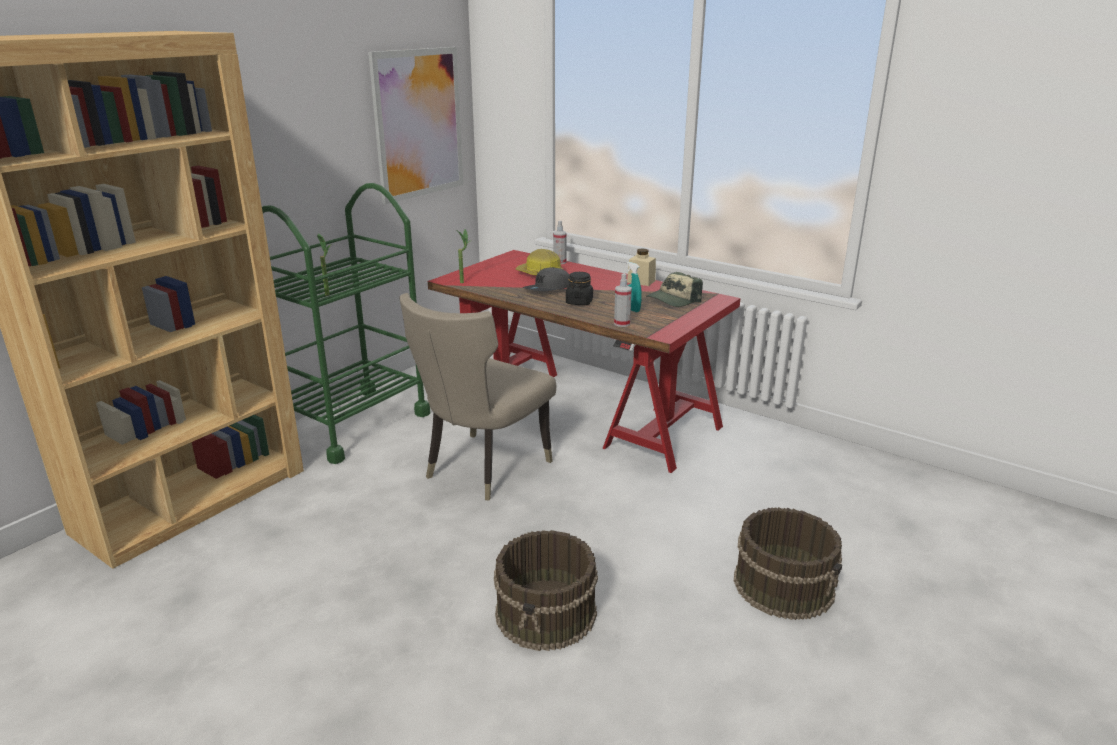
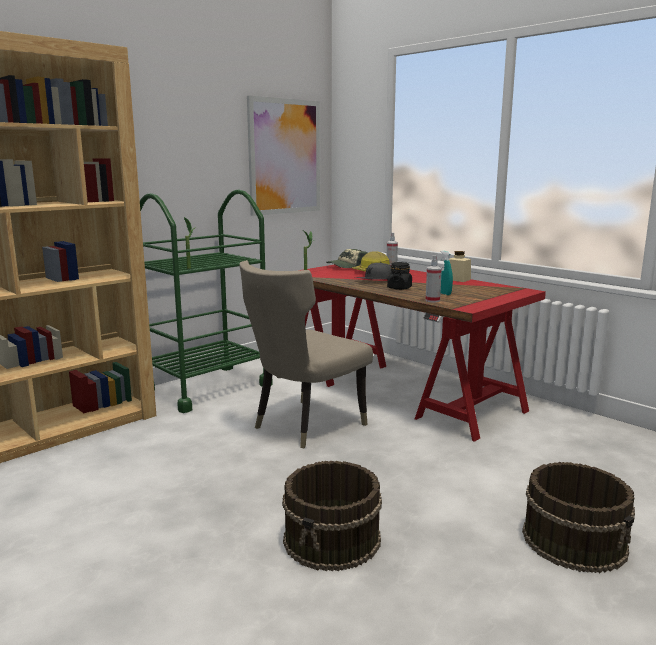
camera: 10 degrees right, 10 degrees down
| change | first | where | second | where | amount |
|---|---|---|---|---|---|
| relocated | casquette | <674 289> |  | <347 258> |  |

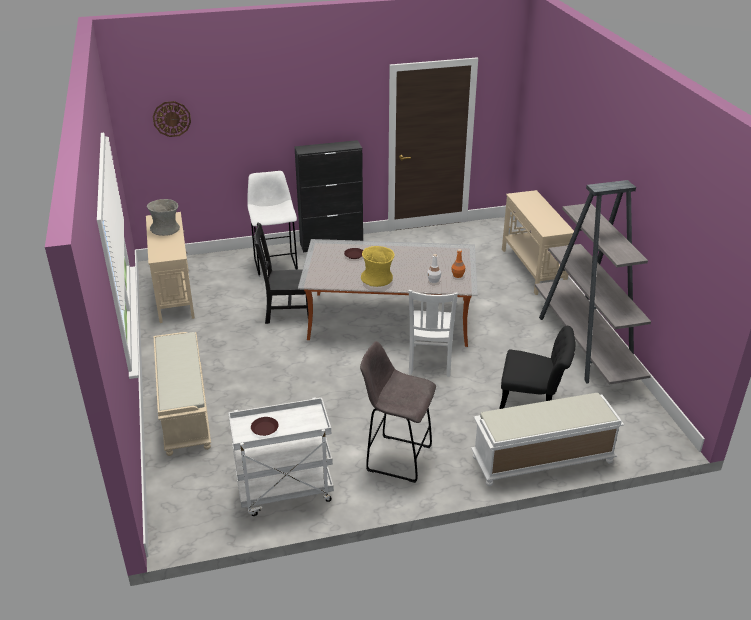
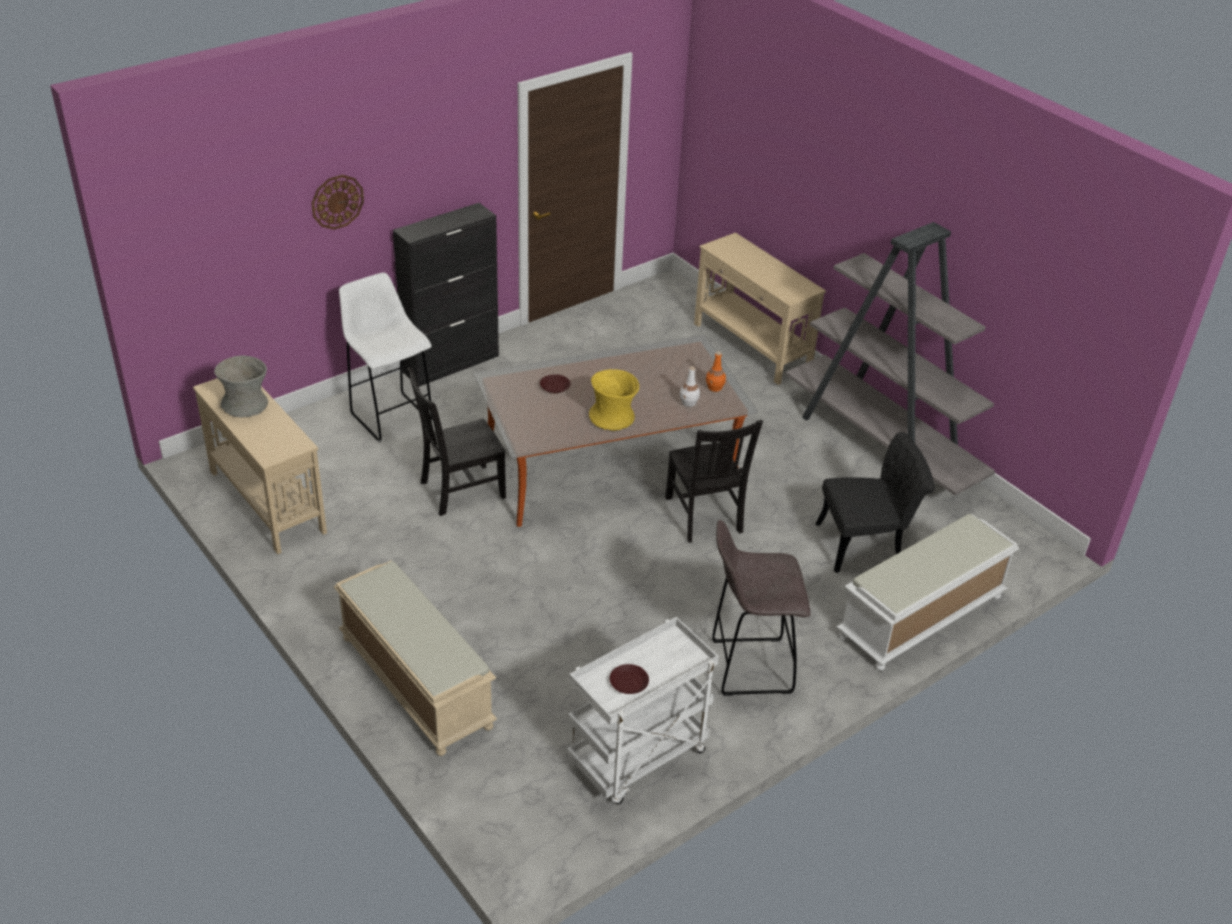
camera: 25 degrees left, 5 degrees up
| change | first | where | second | where | amount |
|---|---|---|---|---|---|
| relocated | horloge murale | <172 119> |  | <337 202> |  |
| colour | chaise [blanc] | <433 333> | chaise [noir] | <714 481> |  |

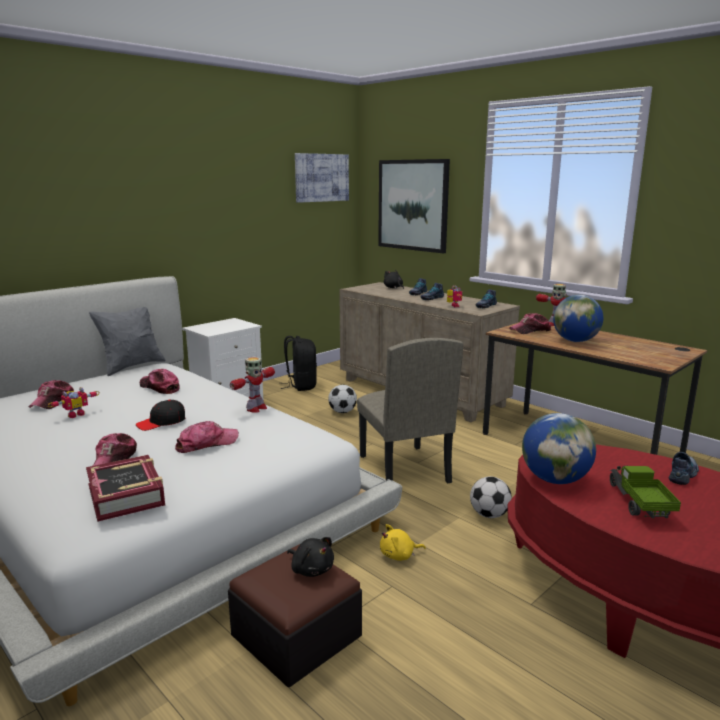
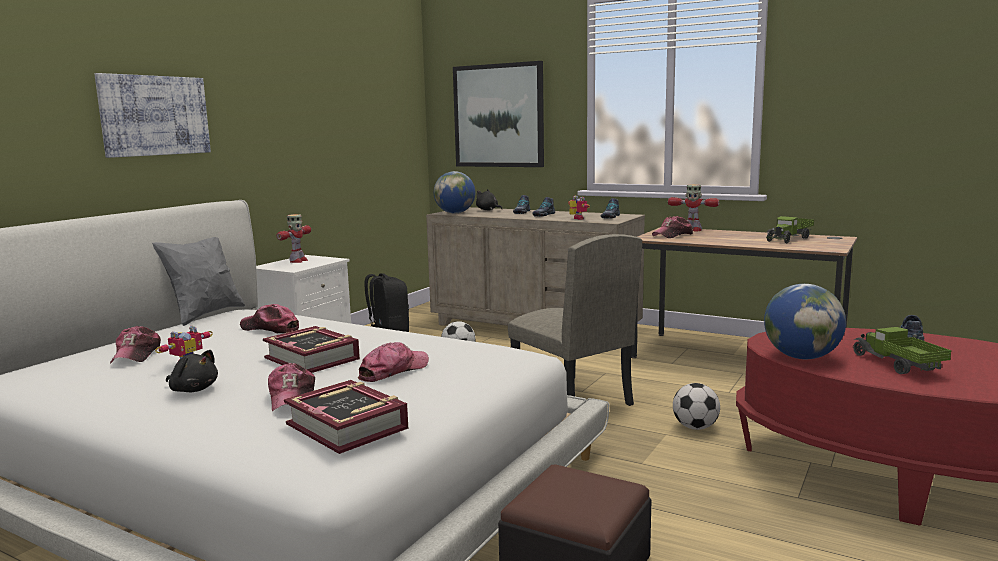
camera: 15 degrees left, 5 degrees down
| change | first | where | second | where | amount |
|---|---|---|---|---|---|
| exchanged | casquette [noir] | <160 415> | livre | <311 349> |  |
| relocated | robot jouet | <252 385> |  | <293 238> |  |
| relocated | peluche [noir] | <310 557> |  | <192 371> |  |
| relocated | tableau | <322 178> |  | <152 115> |  |
| missing | peluche [jaune] | <403 542> |  |  |  |
| relocated | globe | <578 318> |  | <454 192> |  |
| appeared |  |  | camion jouet | <790 229> |  |

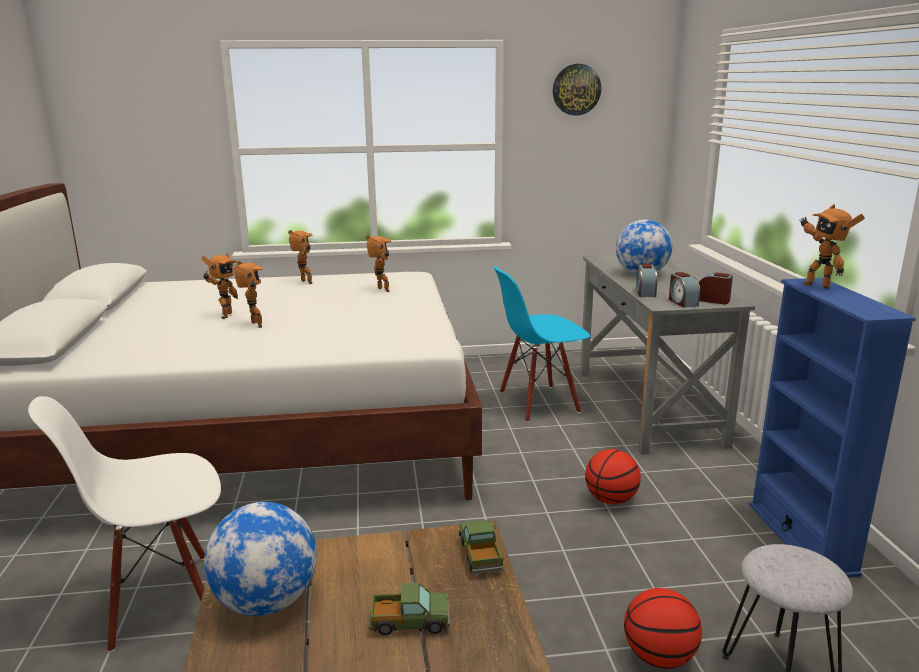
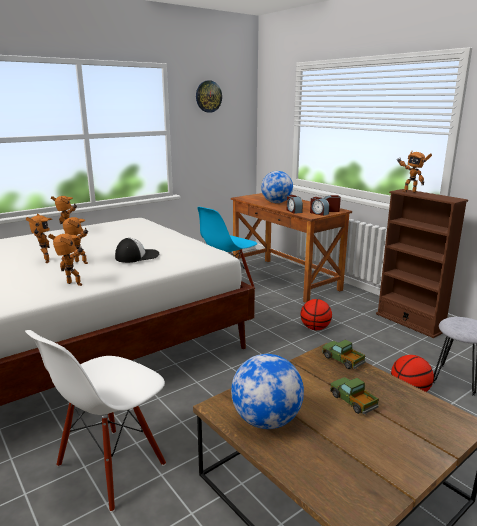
camera: 30 degrees left, 0 degrees up
| change | first | where | second | where | amount |
|---|---|---|---|---|---|
| relocated | robot jouet | <378 263> |  | <65 260> |  |
| spun | camion jouet | <409 609> |  | <354 396> | 90 degrees counterclockwise |
| colour | bureau [gris] | <667 355> | bureau [marron] | <291 248> |  |
| colour | bibliothèque [bleu] | <832 428> | bibliothèque [marron] | <422 263> |  |
| appeared |  |  | casquette | <137 250> |  |

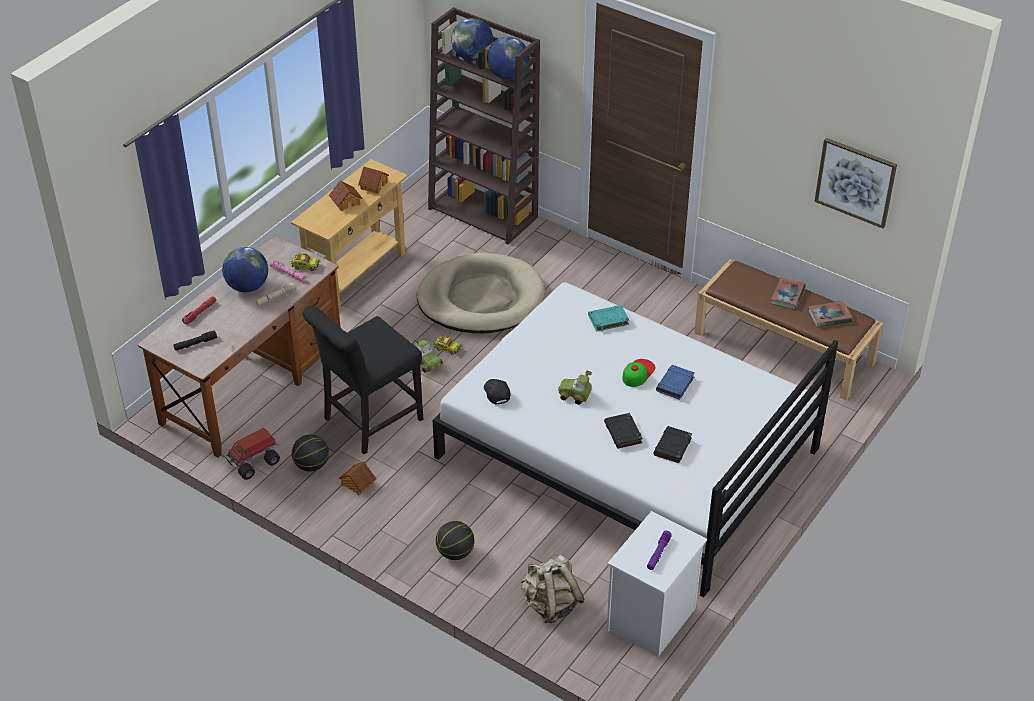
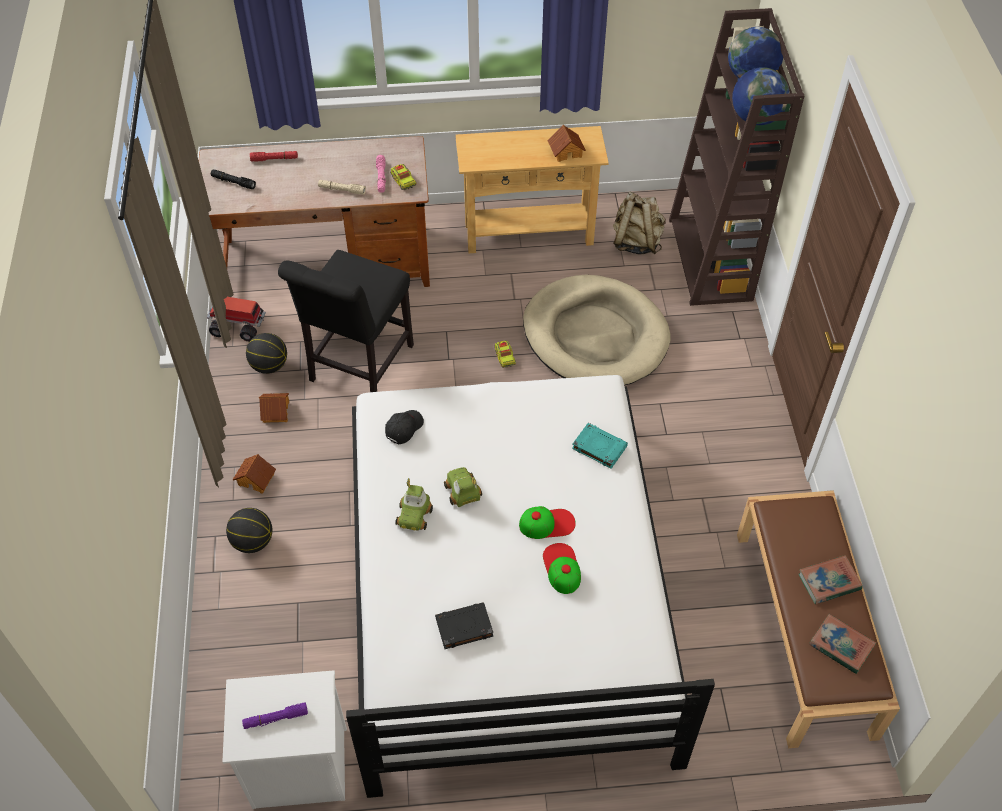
camera: 50 degrees right, 10 degrees up
| change | first | where | second | where | amount |
|---|---|---|---|---|---|
| missing | globe | <245 269> |  |  |  |
| spun | chaise [noir] | <362 379> |  | <346 321> | 75 degrees counterclockwise |
| relocated | maison miniature | <346 195> |  | <254 474> |  |
| relocated | petite voiture | <428 356> |  | <414 504> |  |
| relocated | sac à dos [beige] | <552 589> |  | <639 223> |  |
| missing | livre [noir] | <623 431> |  |  |  |
| exchanged | livre [bleu] | <675 382> | casquette | <562 568> |  |
| missing | tableau | <855 183> |  |  |  |

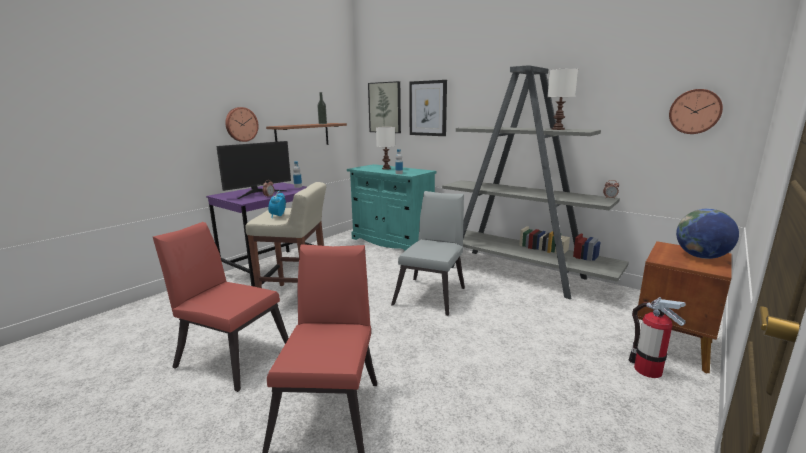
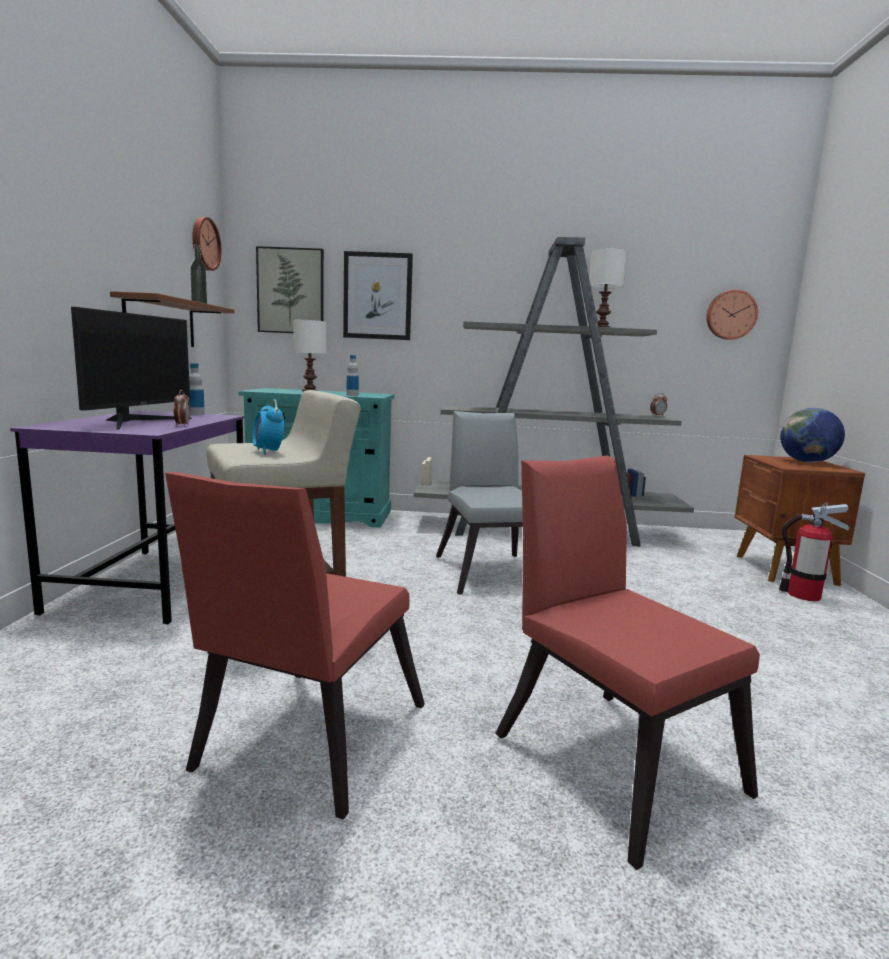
camera: 35 degrees left, 5 degrees down
| change | first | where | second | where | amount |
|---|---|---|---|---|---|
| spun | chaise [rouge] | <221 307> |  | <295 645> | 60 degrees counterclockwise |
| relocated | horloge murale | <242 124> |  | <206 244> |  |

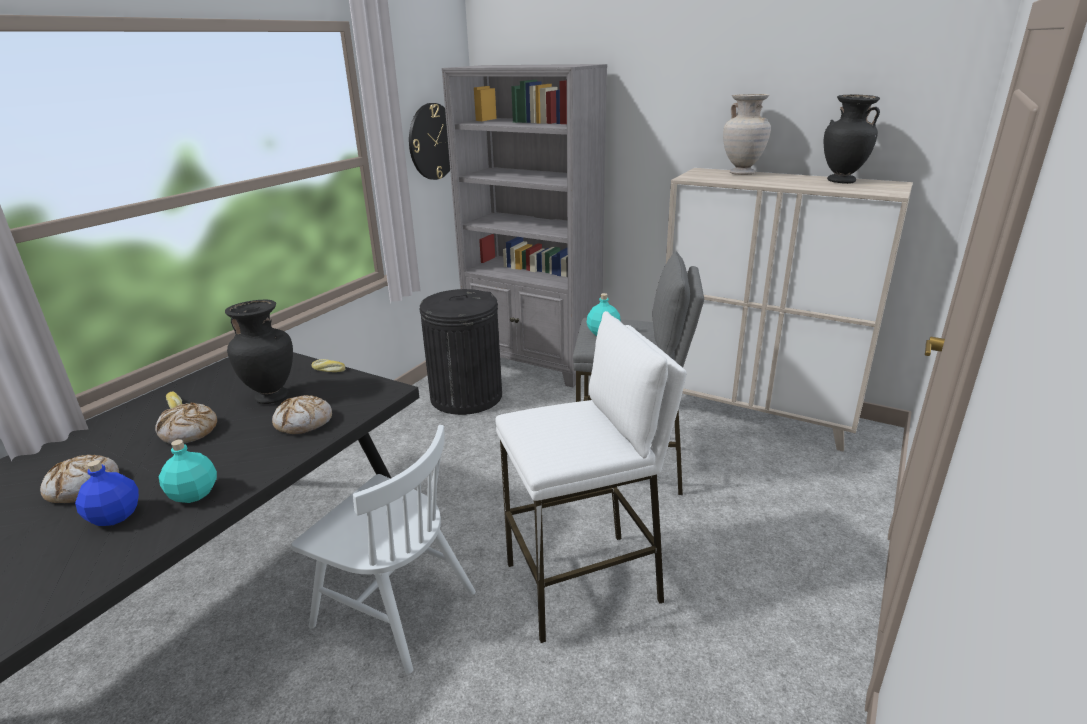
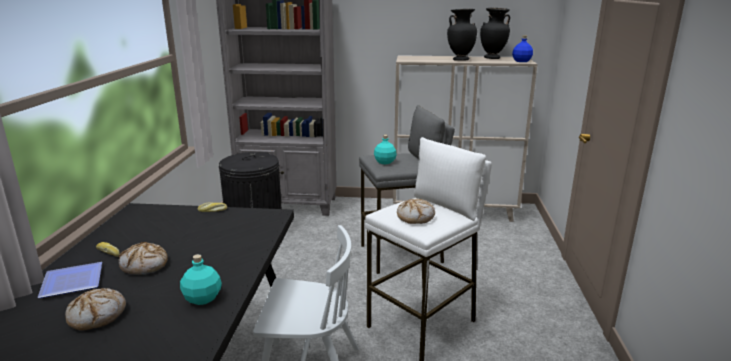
camera: 25 degrees left, 5 degrees down
| change | first | where | second | where | amount |
|---|---|---|---|---|---|
| relocated | bouteille [bleu] | <107 493> |  | <522 49> |  |
| relocated | vase [noir] | <259 352> |  | <462 35> |  |
| relocated | pain | <302 414> |  | <416 211> |  |
| missing | horloge murale | <429 141> |  |  |  |
| missing | vase [beige] | <747 134> |  |  |  |
| appeared |  |  | assiette | <69 280> |  |

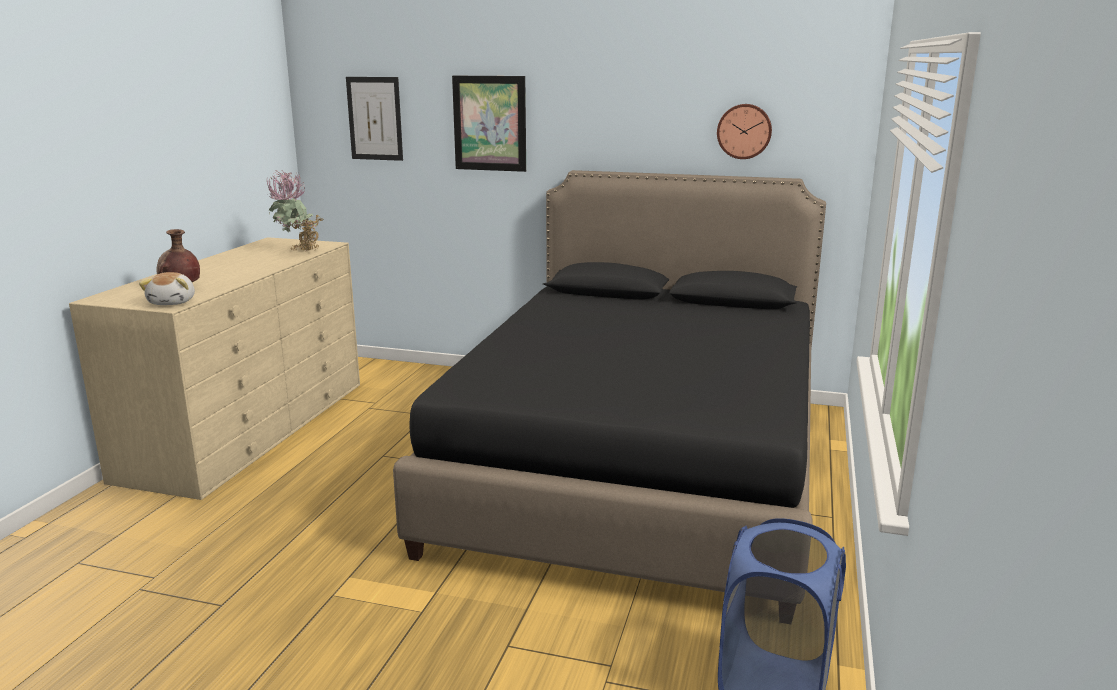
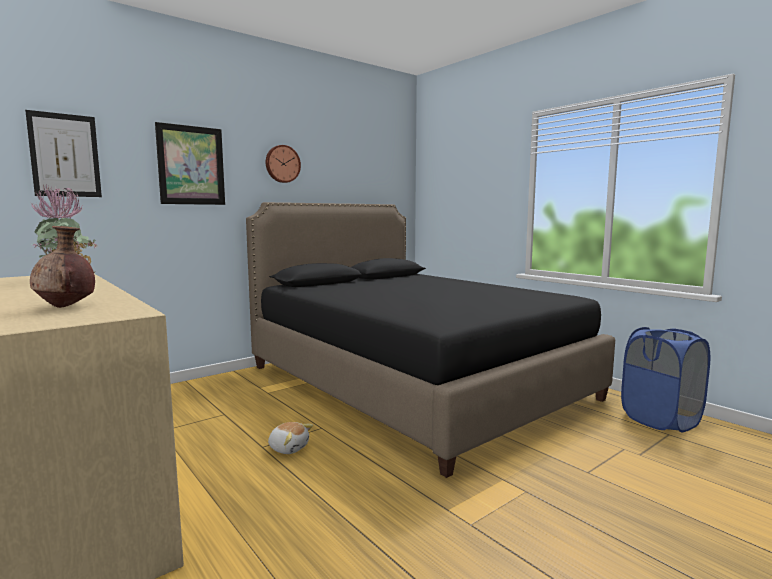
camera: 55 degrees left, 10 degrees down
| change | first | where | second | where | amount |
|---|---|---|---|---|---|
| relocated | peluche | <167 288> |  | <290 438> |  |
| relocated | horloge murale | <744 131> |  | <283 164> |  |

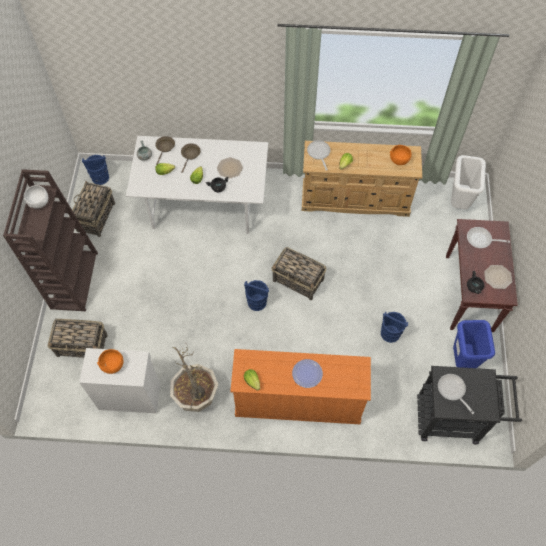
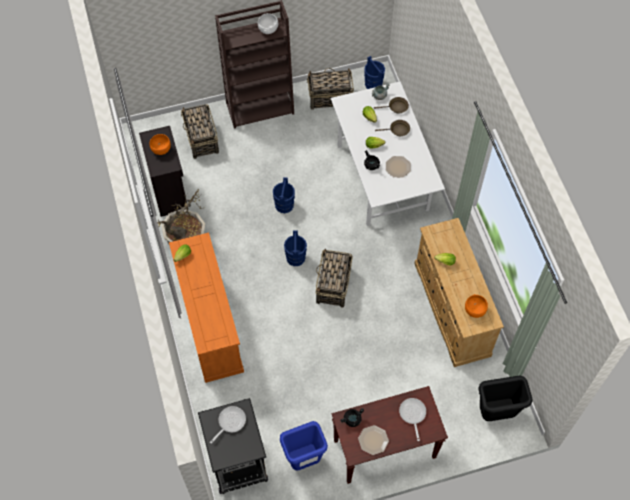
camera: 70 degrees right, 0 degrees up
| change | first | where | second | where | amount |
|---|---|---|---|---|---|
| colour | meuble de rangement [blanc] | <119 380> | meuble de rangement [noir] | <165 171> |  |
| missing | assiette | <307 373> |  |  |  |
| missing | poêle | <318 156> |  |  |  |
| relocated | seau [bleu] | <394 327> |  | <284 195> |  |
| colour | poubelle [blanc] | <468 182> | poubelle [noir] | <506 398> |  |

